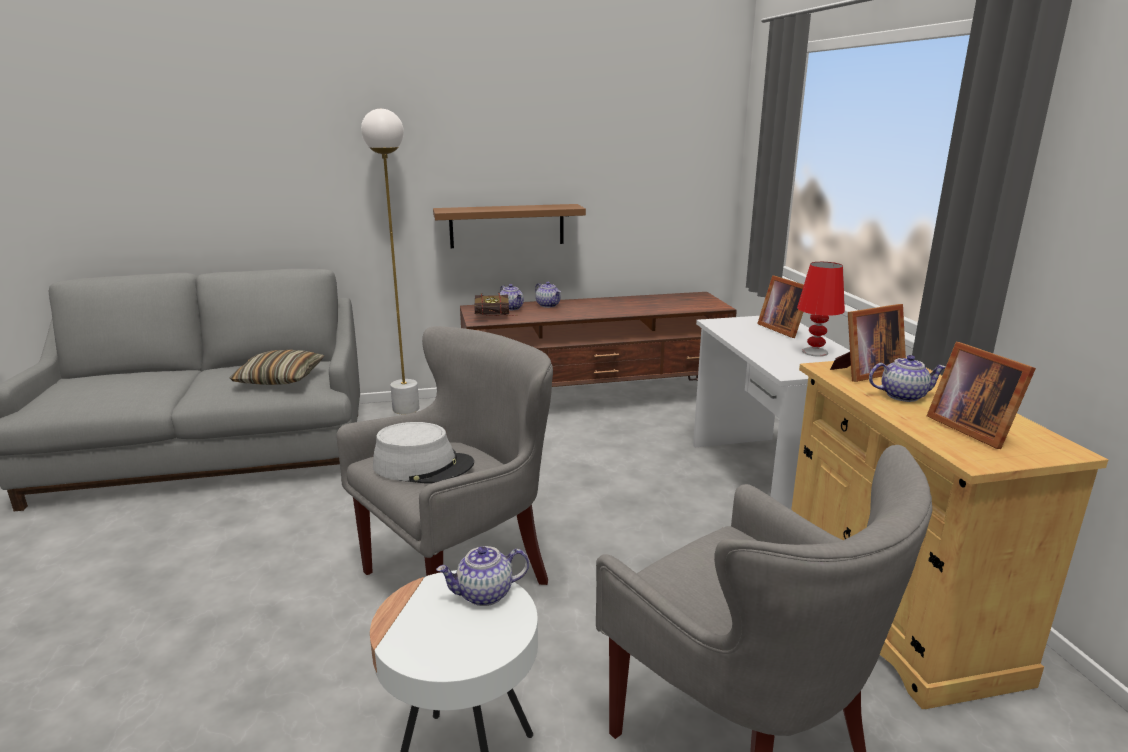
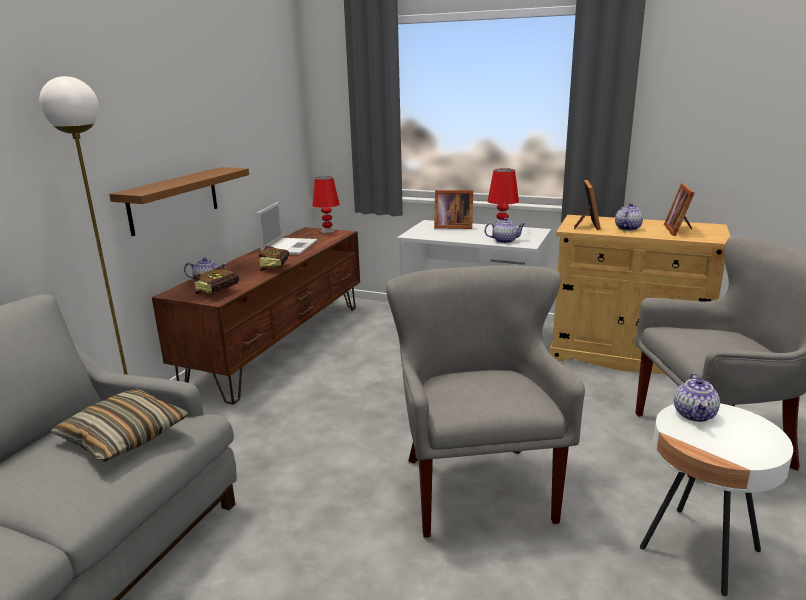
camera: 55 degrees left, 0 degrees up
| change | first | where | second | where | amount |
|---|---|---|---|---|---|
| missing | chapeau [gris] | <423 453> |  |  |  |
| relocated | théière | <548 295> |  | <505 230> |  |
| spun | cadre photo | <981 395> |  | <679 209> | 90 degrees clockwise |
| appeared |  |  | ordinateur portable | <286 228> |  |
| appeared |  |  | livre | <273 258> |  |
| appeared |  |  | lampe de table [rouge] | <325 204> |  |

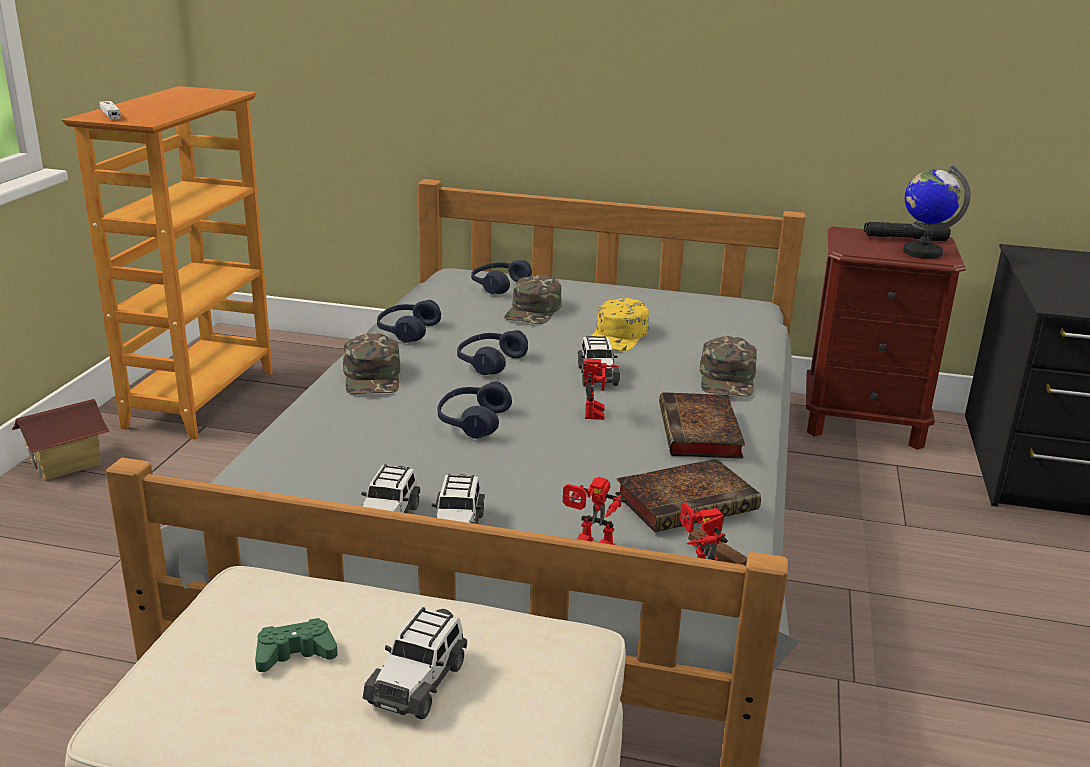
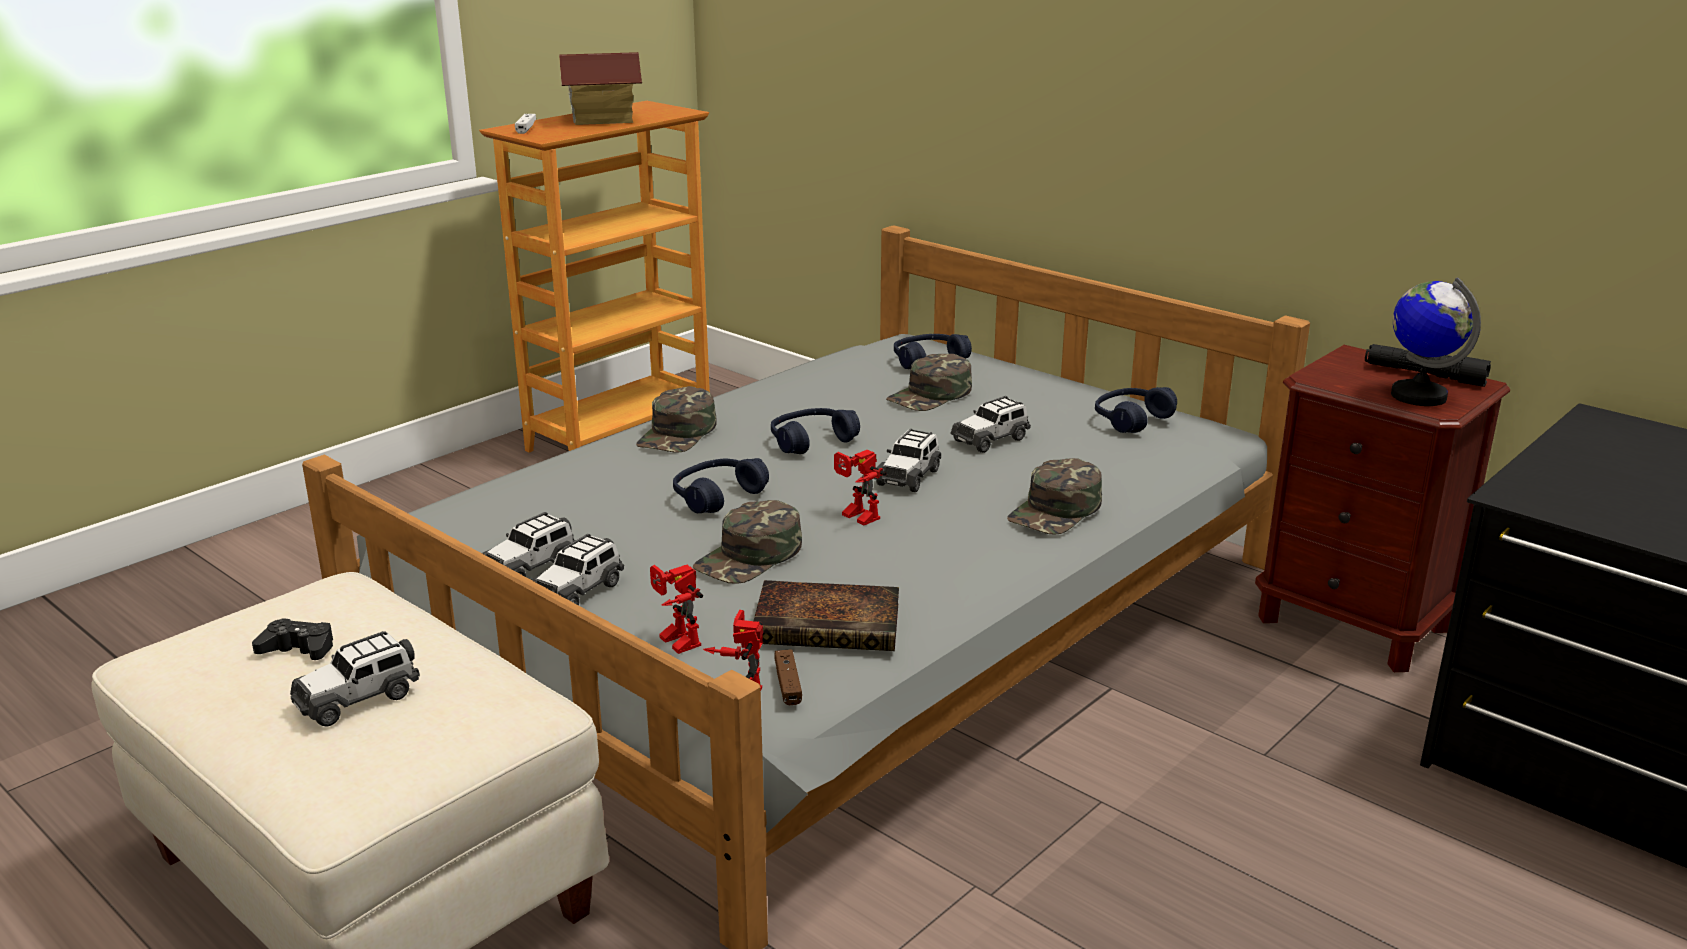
camera: 30 degrees right, 0 degrees up
| change | first | where | second | where | amount |
|---|---|---|---|---|---|
| relocated | maison miniature | <61 440> |  | <600 88> |  |
| colour | manette [vert] | <296 645> | manette [noir] | <292 639> |  |
| relocated | casque audio [bleu] | <409 321> |  | <1136 410> |  |
| spun | robot jouet | <601 389> |  | <860 487> | 105 degrees clockwise |
| exchanged | casquette [jaune] | <620 324> | petite voiture | <990 424> |  |
| missing | livre | <702 425> |  |  |  |
| appeared |  |  | casquette [vert] | <747 542> |  |

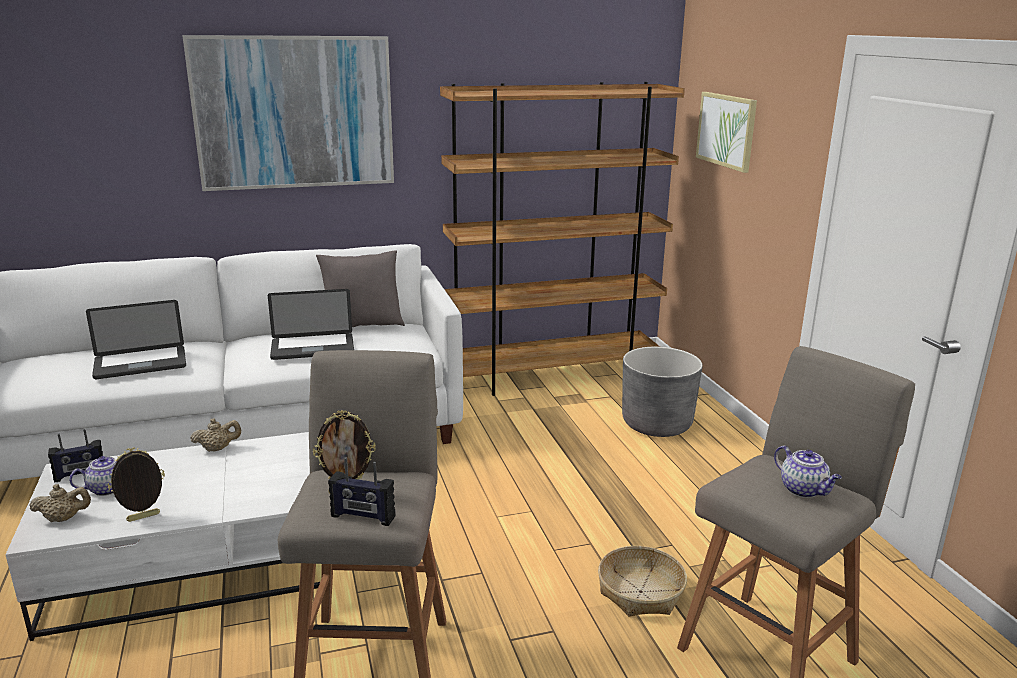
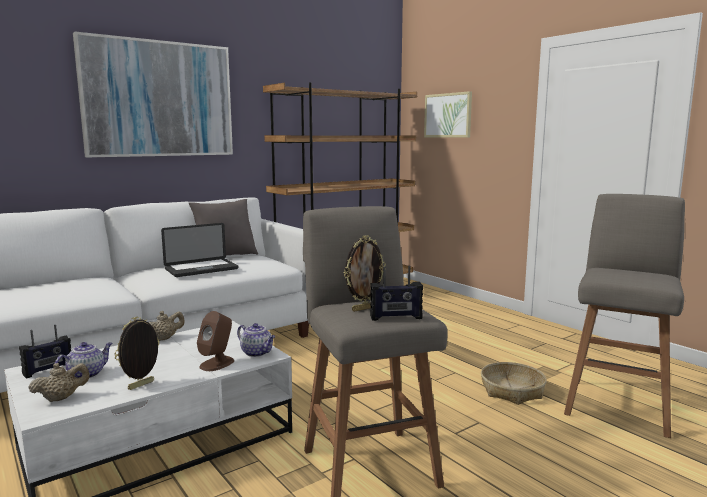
camera: 20 degrees left, 10 degrees down
| change | first | where | second | where | amount |
|---|---|---|---|---|---|
| missing | ordinateur portable | <136 339> |  |  |  |
| missing | cache-pot [gris] | <662 392> |  |  |  |
| relocated | théière | <808 471> |  | <256 340> |  |
| appeared |  |  | enceinte [marron] | <215 341> |  |

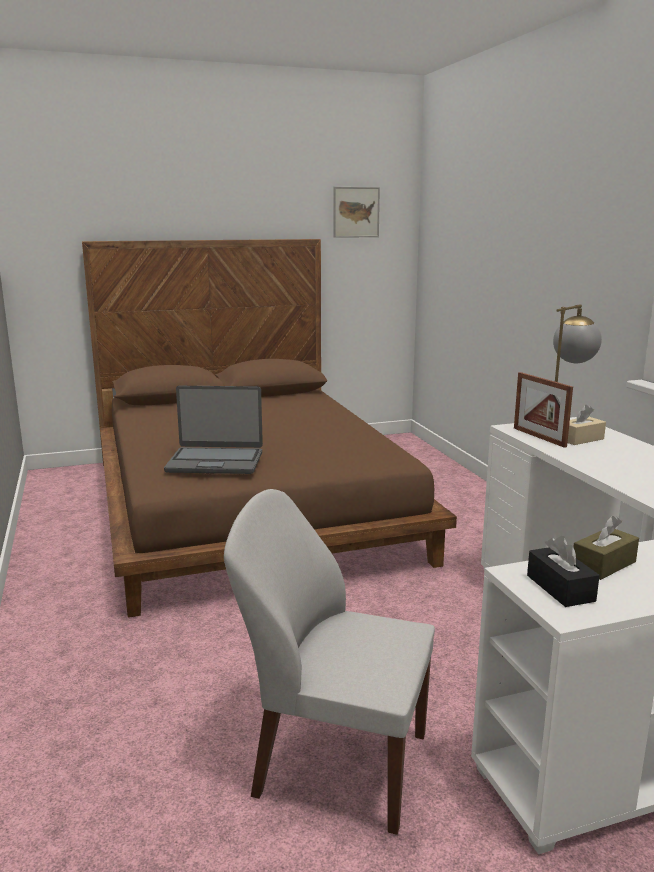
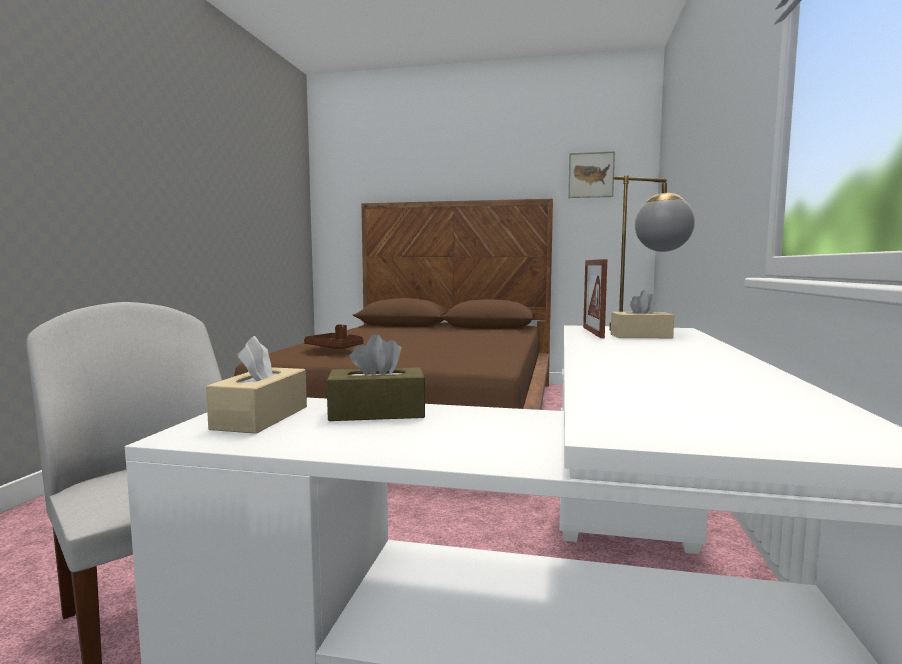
camera: 30 degrees right, 10 degrees down
| change | first | where | second | where | amount |
|---|---|---|---|---|---|
| exchanged | ordinateur portable | <213 430> | plateau [marron] | <333 336> |  |
| colour | boîte à mouchoirs [noir] | <563 571> | boîte à mouchoirs [beige] | <256 385> |  |

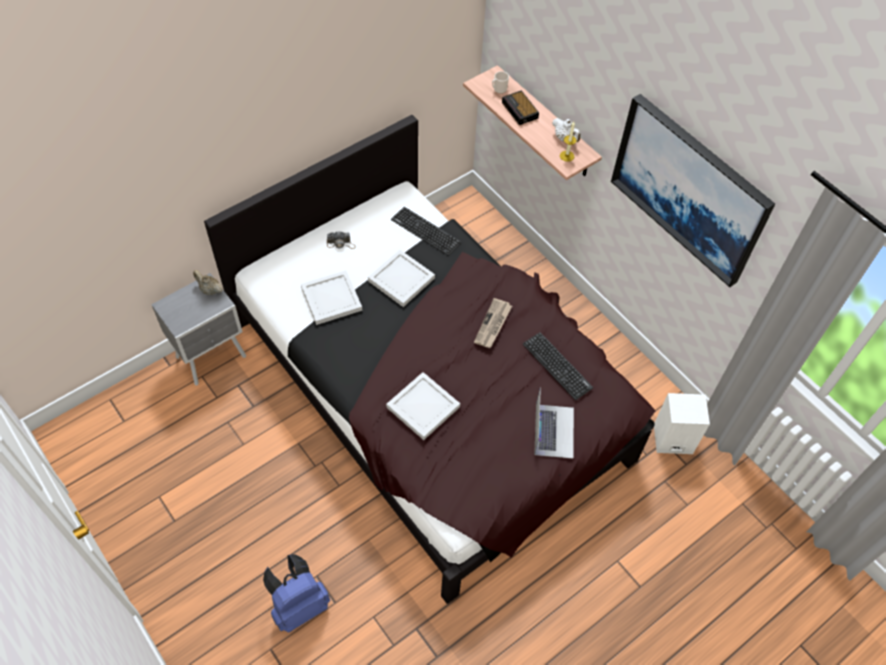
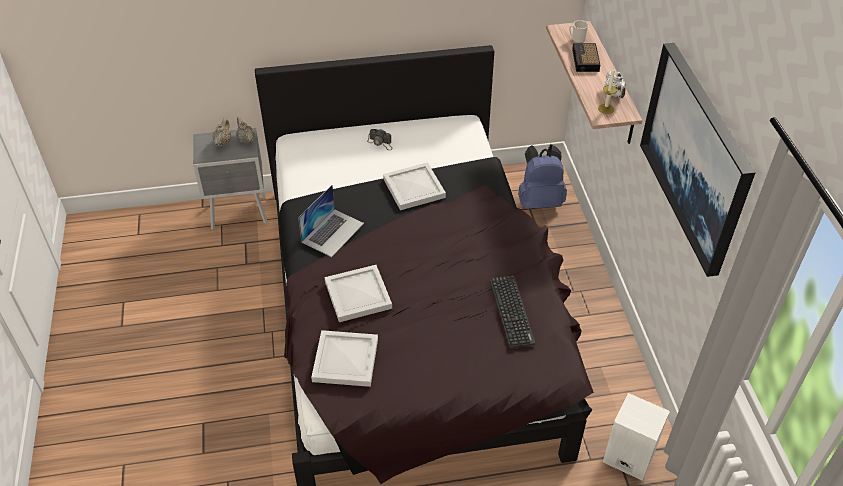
camera: 30 degrees right, 10 degrees down
| change | first | where | second | where | amount |
|---|---|---|---|---|---|
| relocated | sac à dos [bleu] | <296 593> |  | <542 176> |  |
| relocated | plateau [blanc] | <331 297> |  | <344 358> |  |
| missing | clavier | <426 231> |  |  |  |
| missing | journal | <493 323> |  |  |  |
| relocated | ordinateur portable | <554 423> |  | <331 221> |  |
| appeared |  |  | théière [beige] | <222 132> |  |

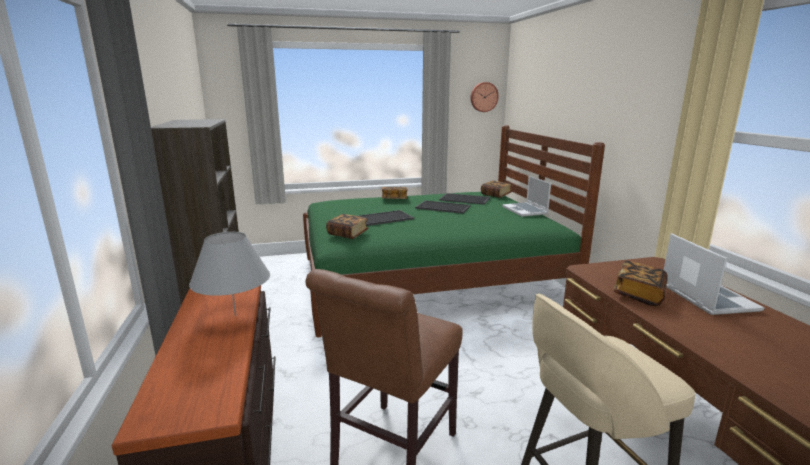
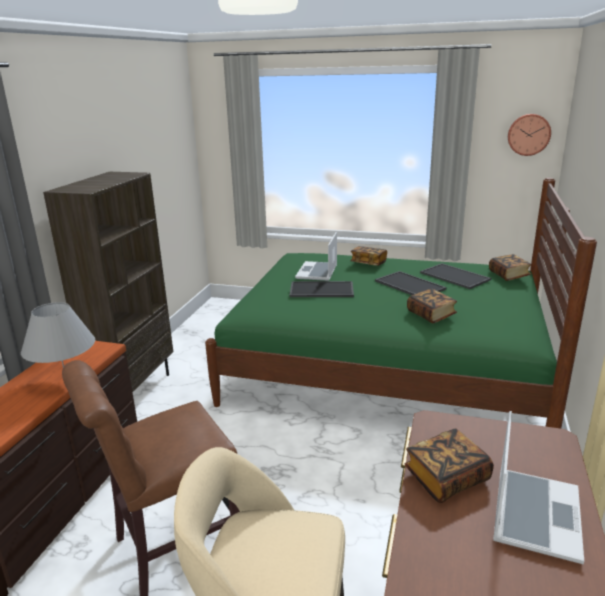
camera: 30 degrees right, 5 degrees up
| change | first | where | second | where | amount |
|---|---|---|---|---|---|
| relocated | livre | <347 226> |  | <432 306> |  |
| relocated | ordinateur portable | <526 196> |  | <316 256> |  |

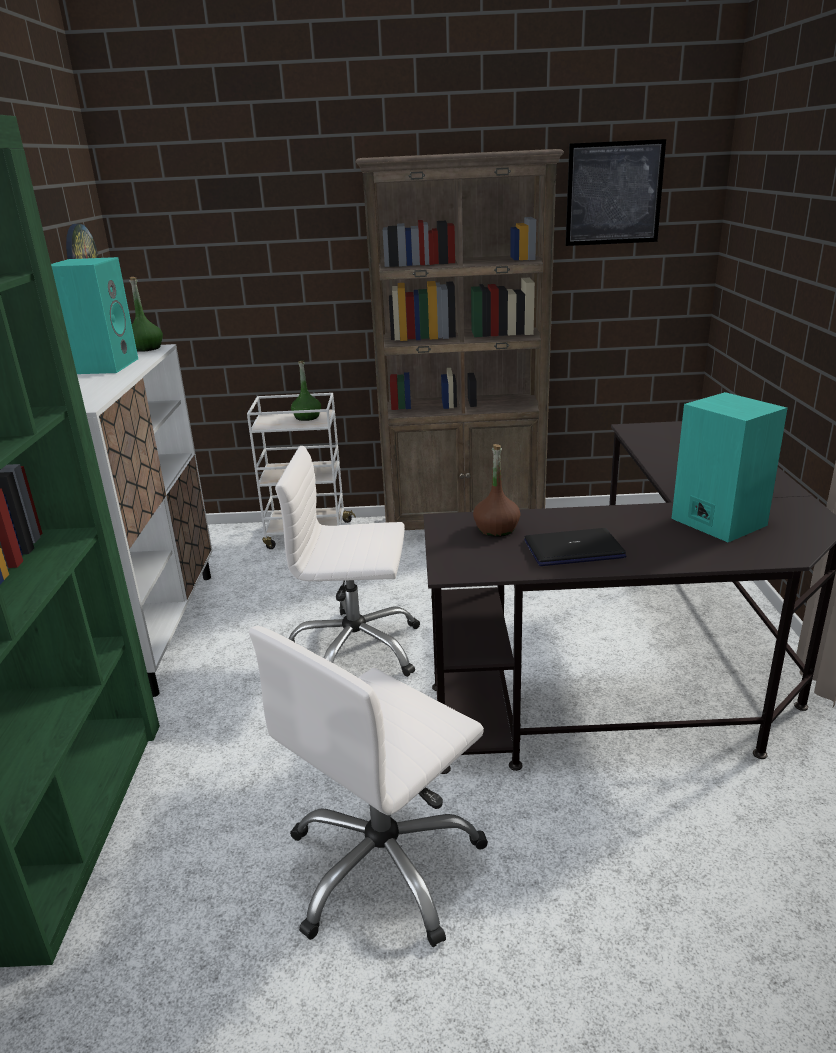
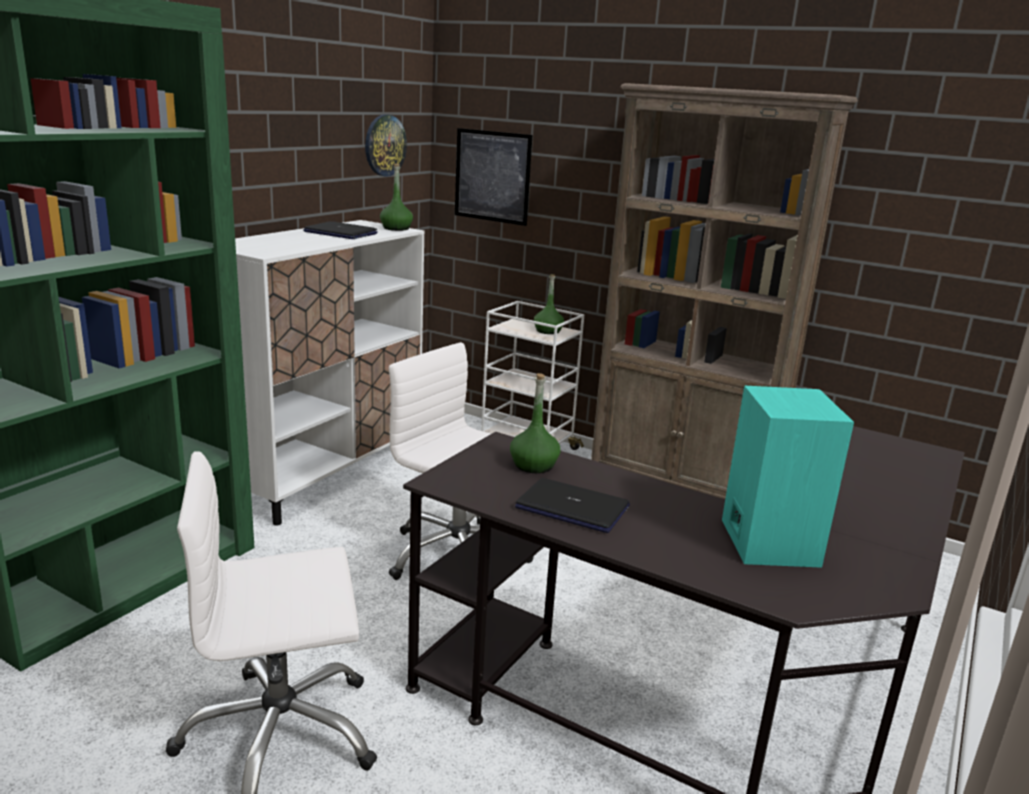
camera: 30 degrees right, 5 degrees down
| change | first | where | second | where | amount |
|---|---|---|---|---|---|
| exchanged | enceinte [turquoise] | <94 315> | ordinateur portable | <340 230> |  |
| colour | bouteille [marron] | <497 490> | bouteille [vert] | <535 423> |  |
| relocated | tableau | <615 192> |  | <493 177> |  |

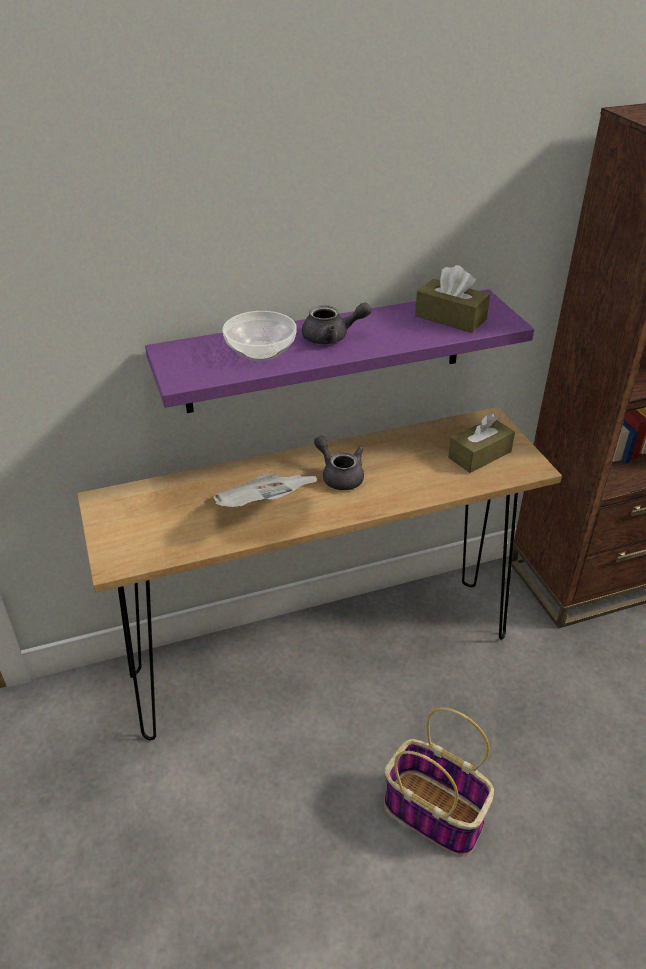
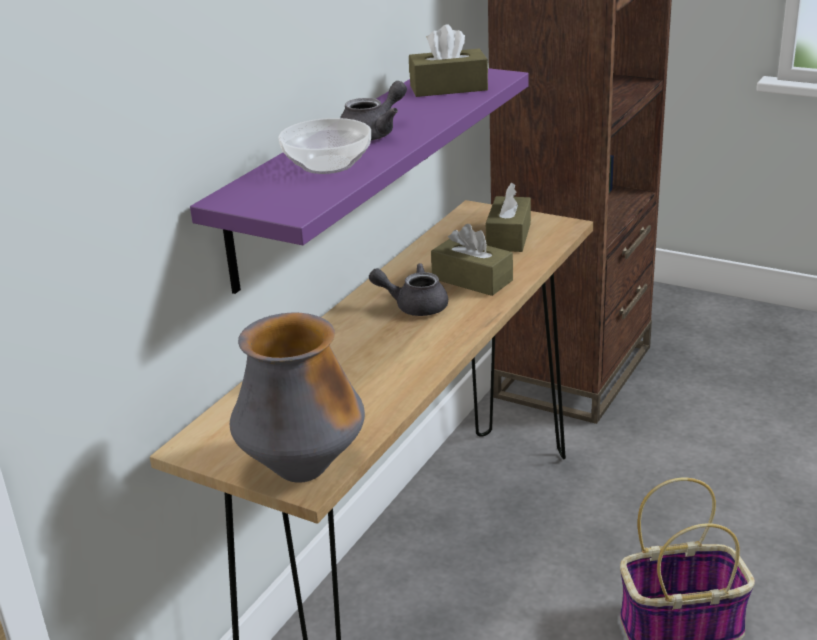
camera: 40 degrees left, 10 degrees down
| change | first | where | second | where | amount |
|---|---|---|---|---|---|
| missing | journal | <265 490> |  |  |  |
| appeared |  |  | vase | <297 398> |  |
| appeared |  |  | boîte à mouchoirs [marron] | <472 260> |  |

